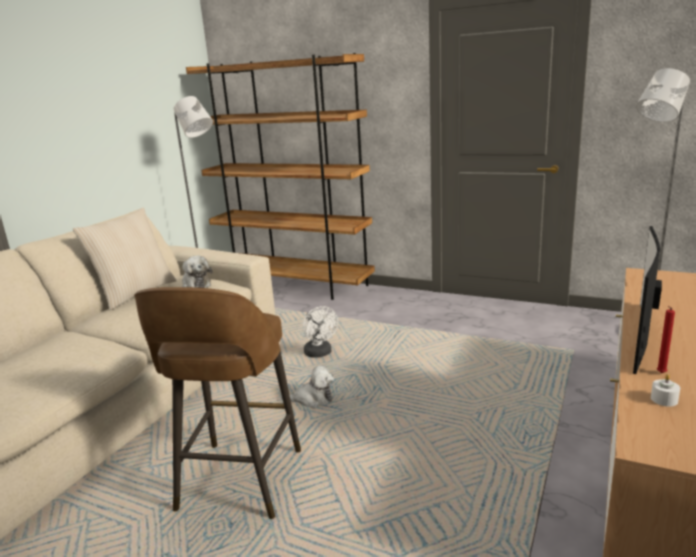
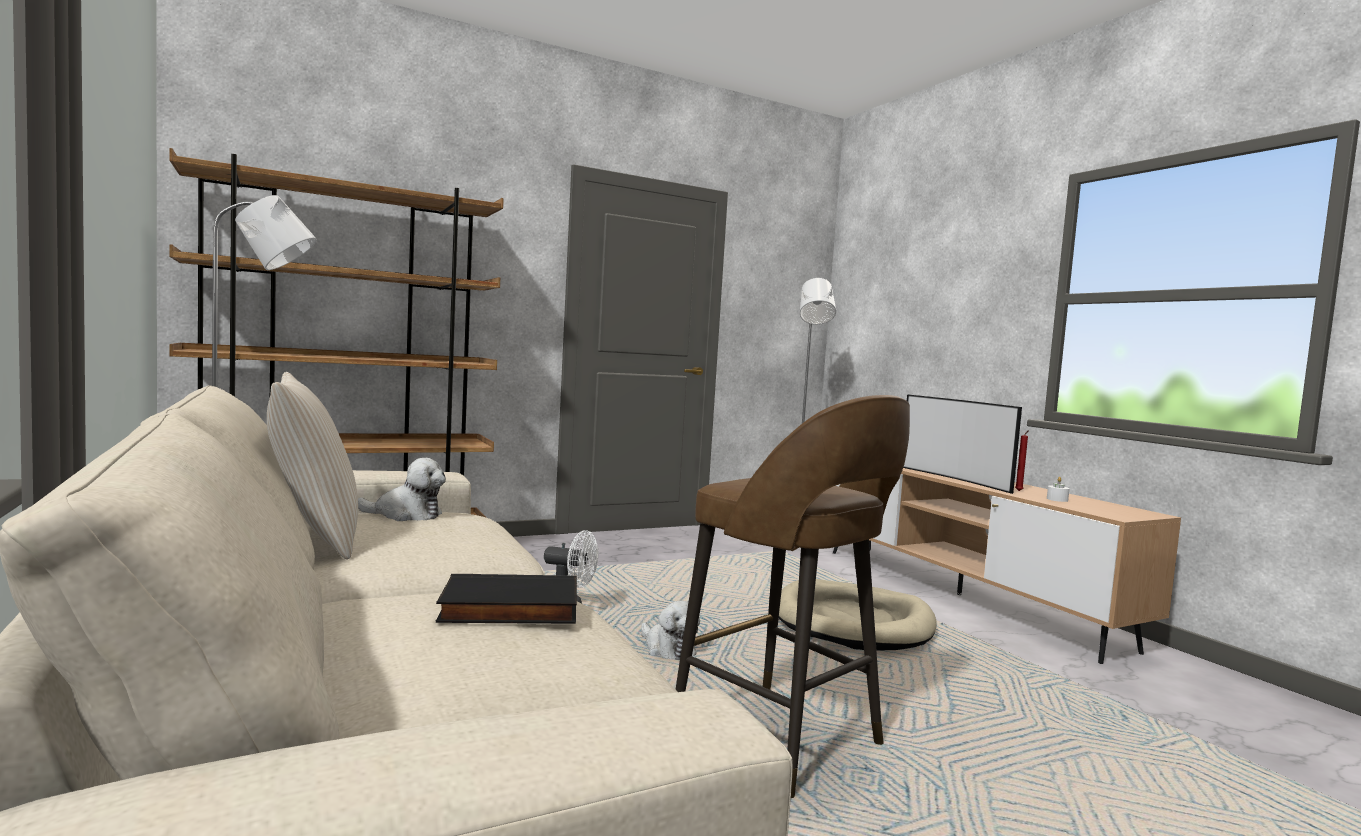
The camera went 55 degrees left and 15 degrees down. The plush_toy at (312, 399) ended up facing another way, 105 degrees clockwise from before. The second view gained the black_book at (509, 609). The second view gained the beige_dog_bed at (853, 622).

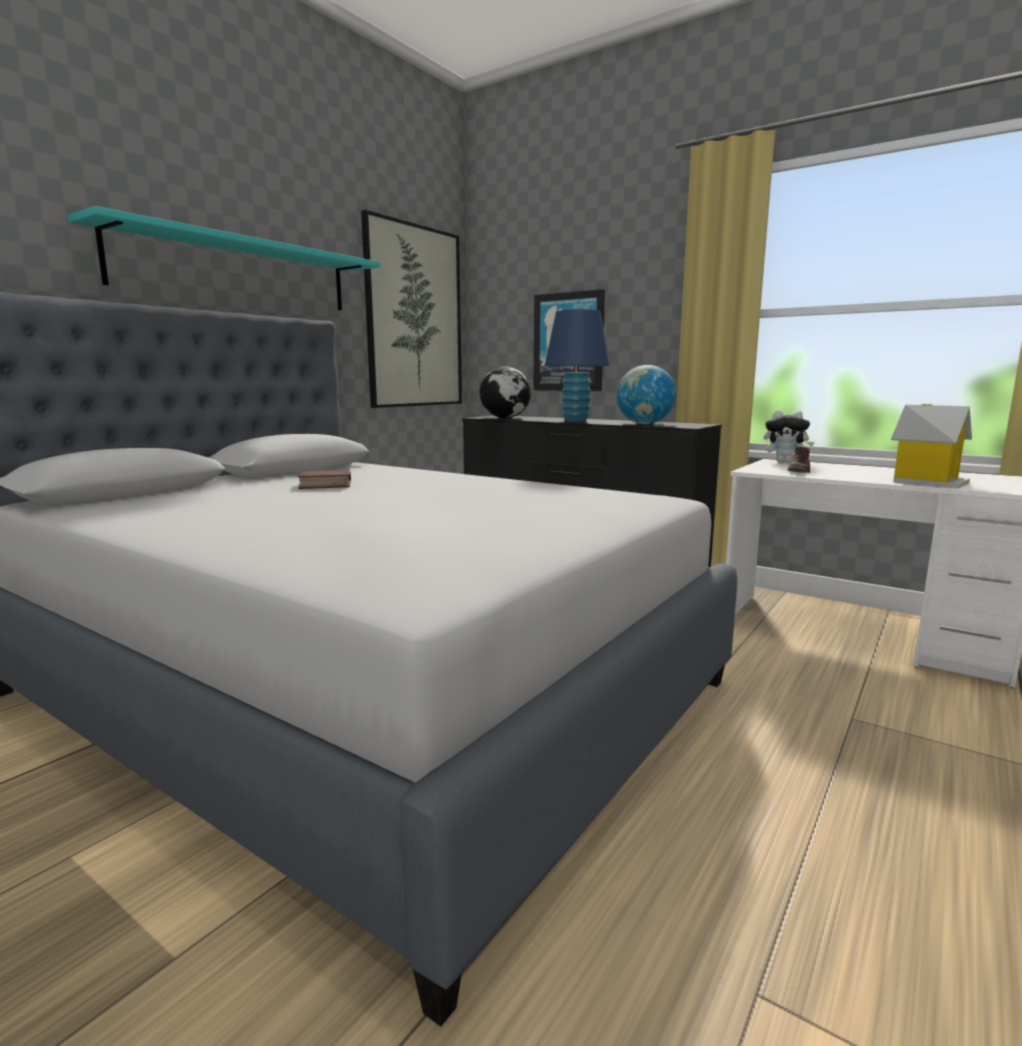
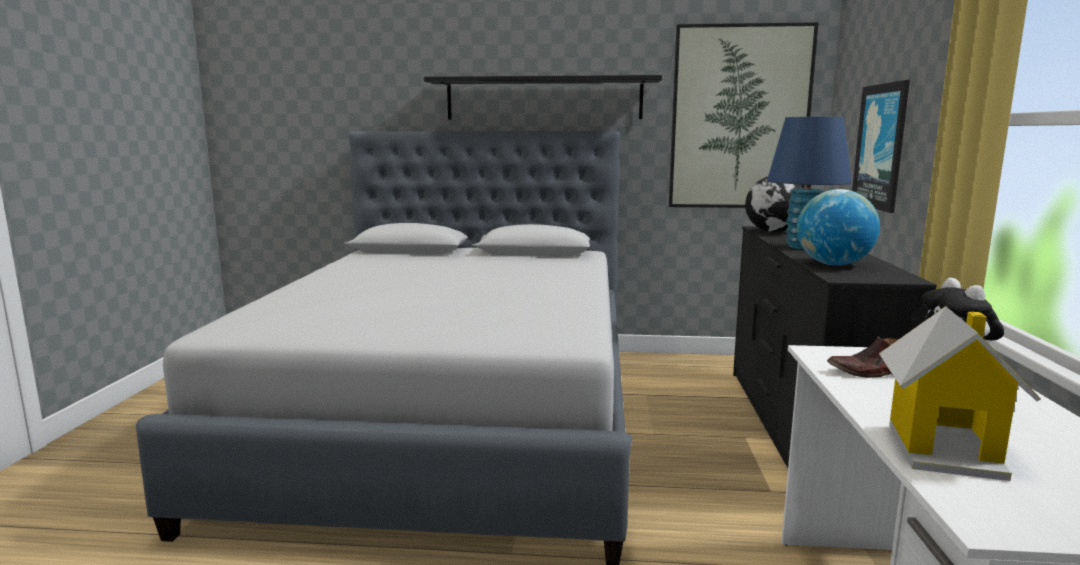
The camera went 60 degrees right and 0 degrees up. What was the turquoise_shelf at (238, 272) turned into the black_shelf at (544, 99). The second view lost the book at (324, 485).

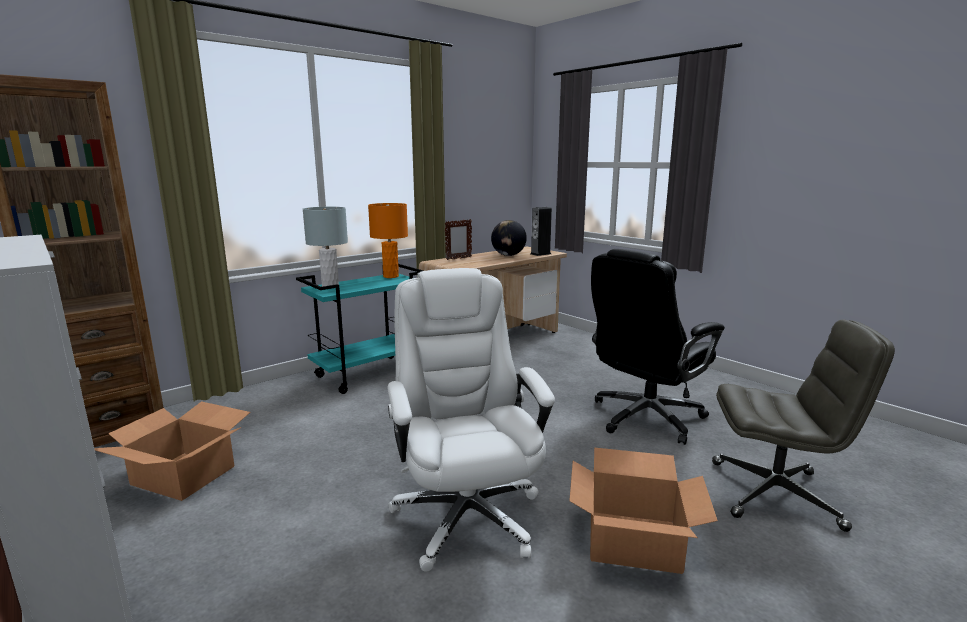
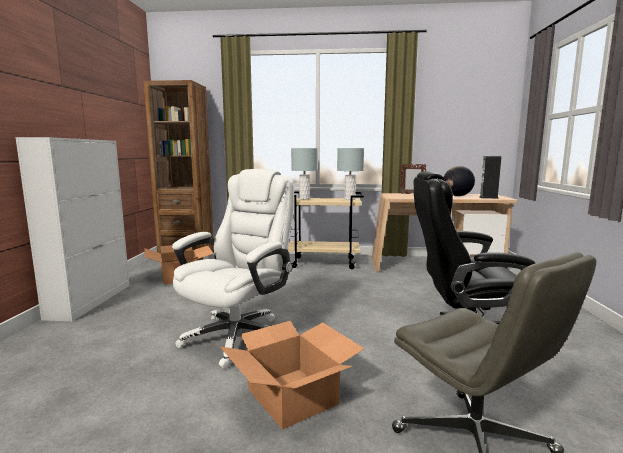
The camera went 45 degrees right and 5 degrees down. What was the orange_table_lamp at (391, 276) turned into the grey_table_lamp at (350, 199). What was the turquoise_cart at (369, 373) turned into the beige_cart at (324, 263).

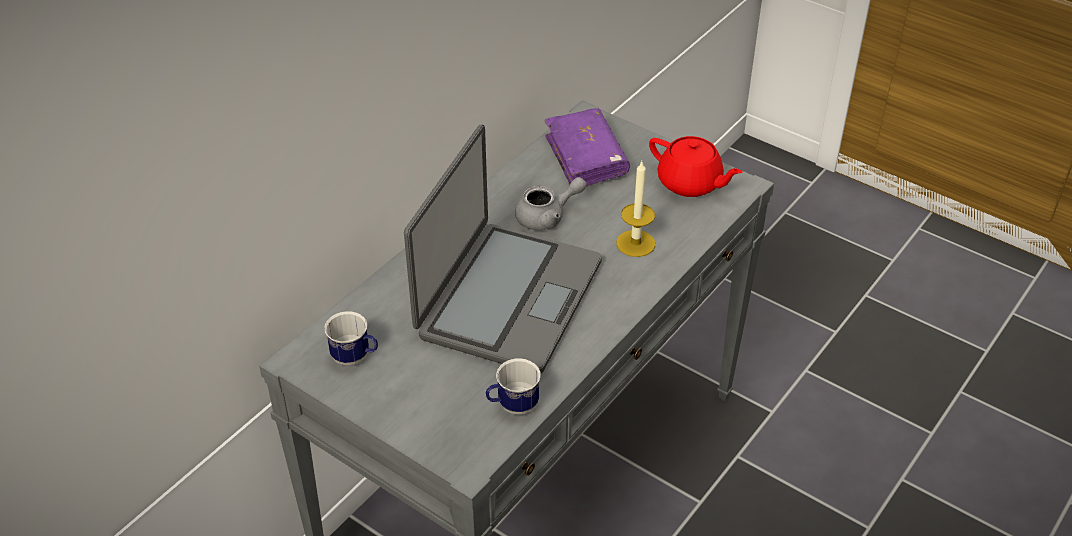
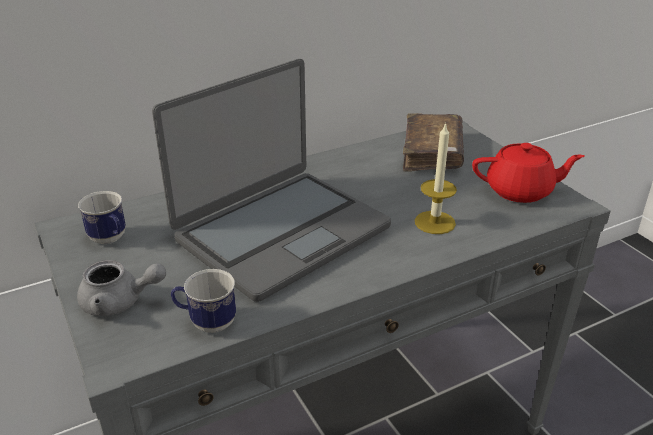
The camera went 25 degrees right and 10 degrees down. What was the purple_book at (586, 158) turned into the brown_book at (432, 153). The red_teapot at (690, 183) ended up facing another way, 60 degrees counterclockwise from before. The grey_teapot ended up elsewhere, having gone from (547, 217) to (120, 302).

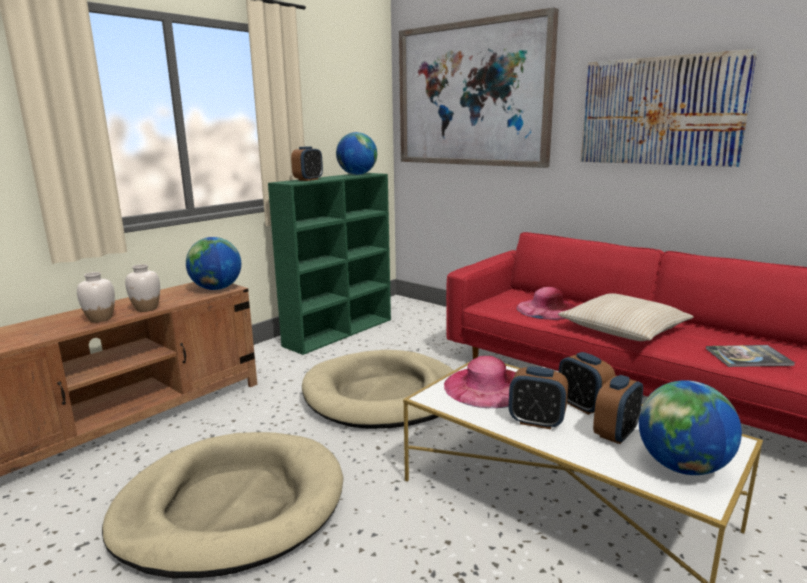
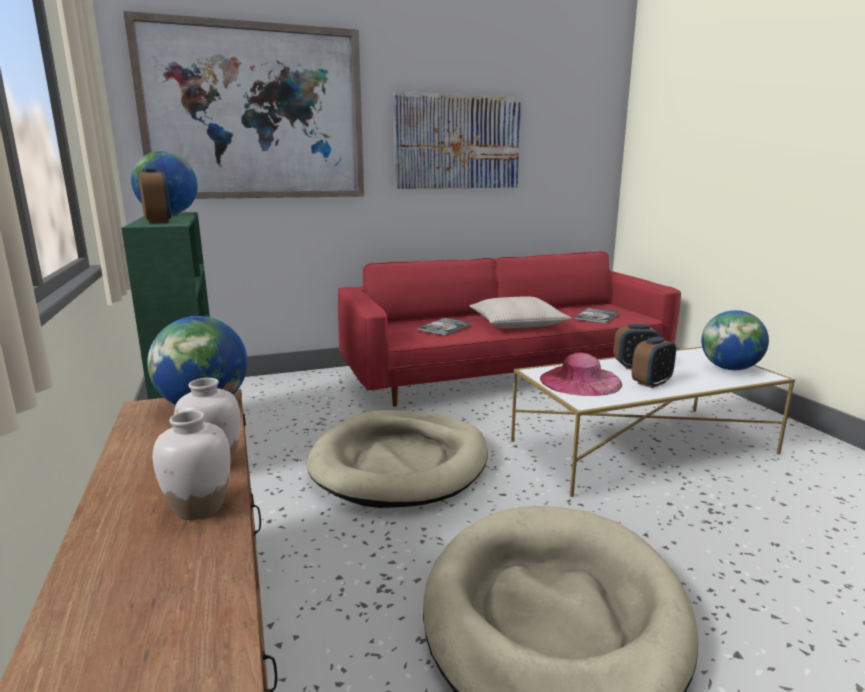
The camera went 60 degrees left and 0 degrees up. Where the pink_hat stood at (548, 309), the book came to stand at (445, 327). The second view lost the alarm_clock at (616, 434).

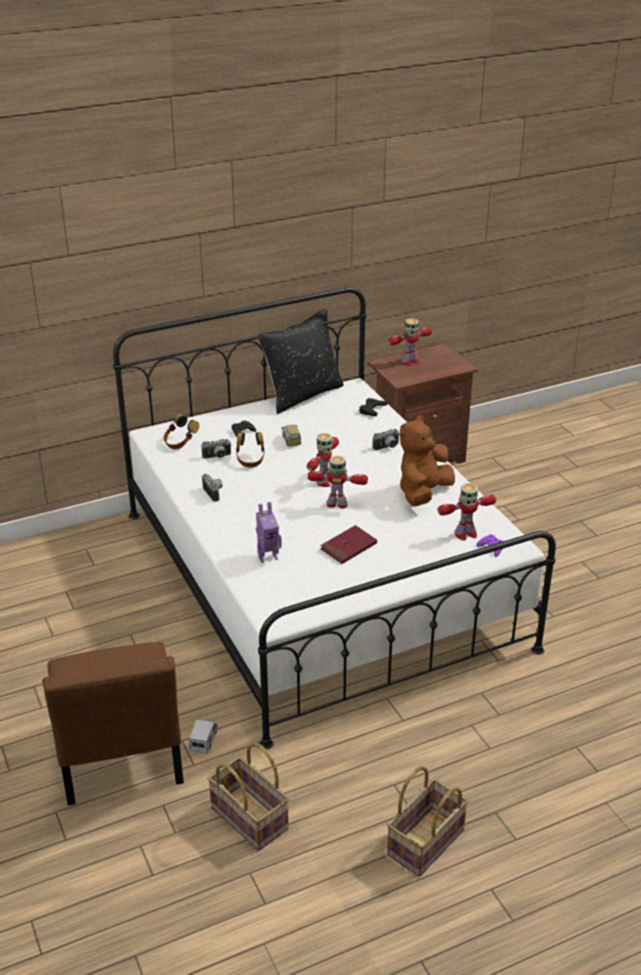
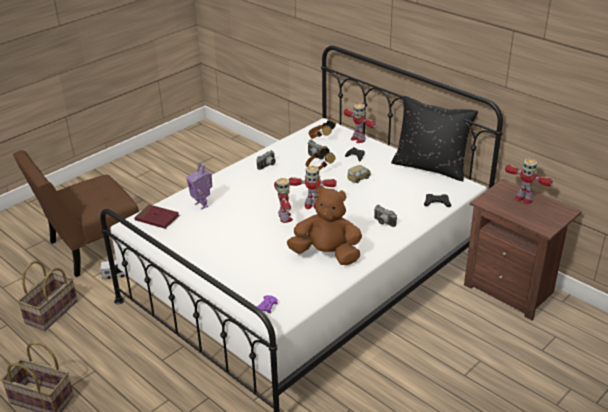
The camera went 70 degrees right and 0 degrees up. The toy_robot ended up elsewhere, having gone from (465, 534) to (358, 139). The red_book ended up elsewhere, having gone from (348, 547) to (157, 218).

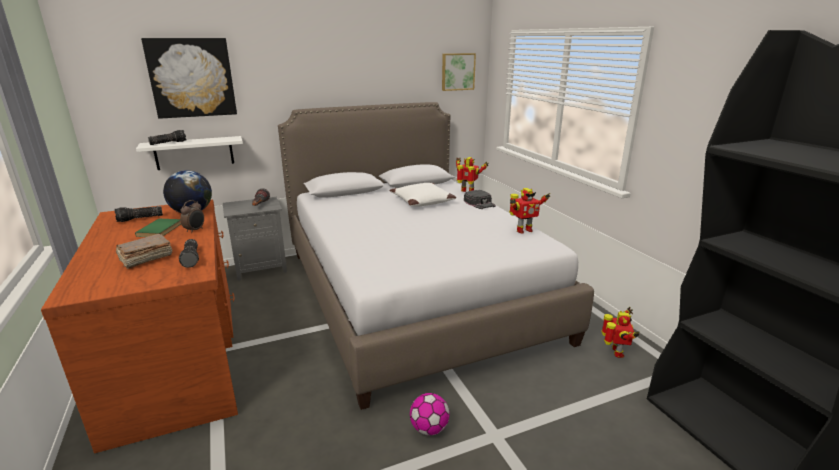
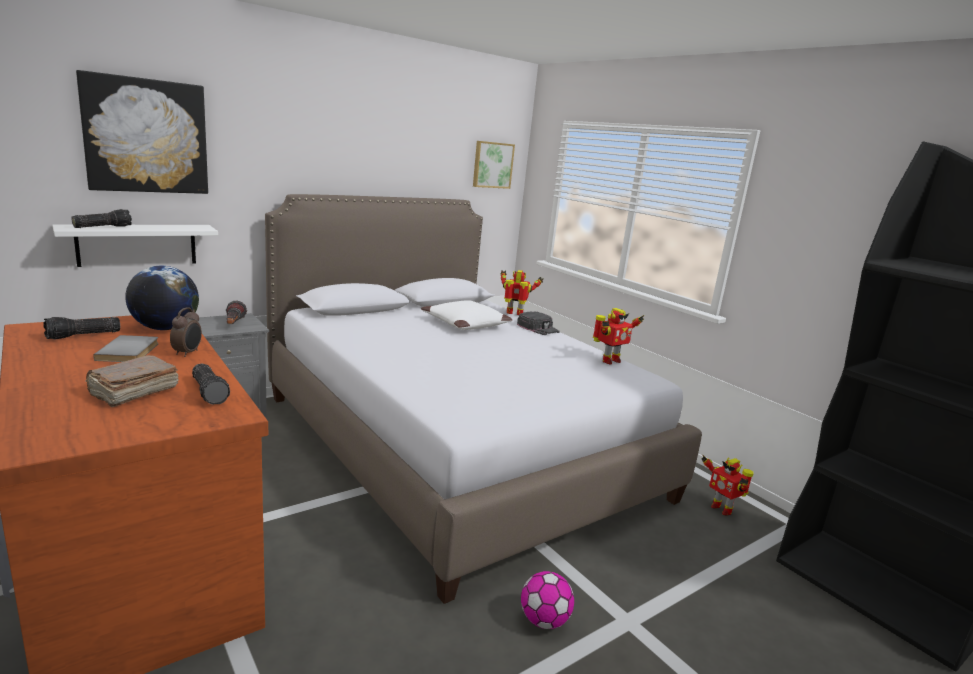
The camera went 15 degrees left and 5 degrees down. What was the green_book at (161, 229) turned into the grey_book at (130, 351). The toy_robot at (616, 352) ended up facing another way, 150 degrees clockwise from before.

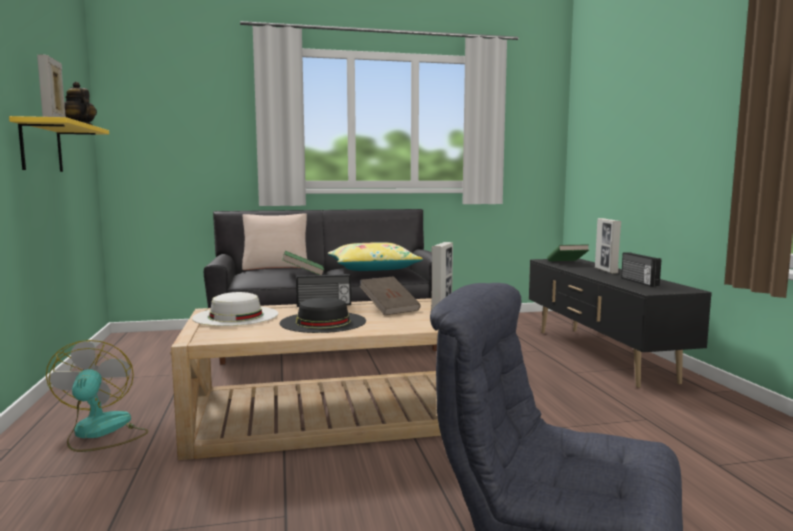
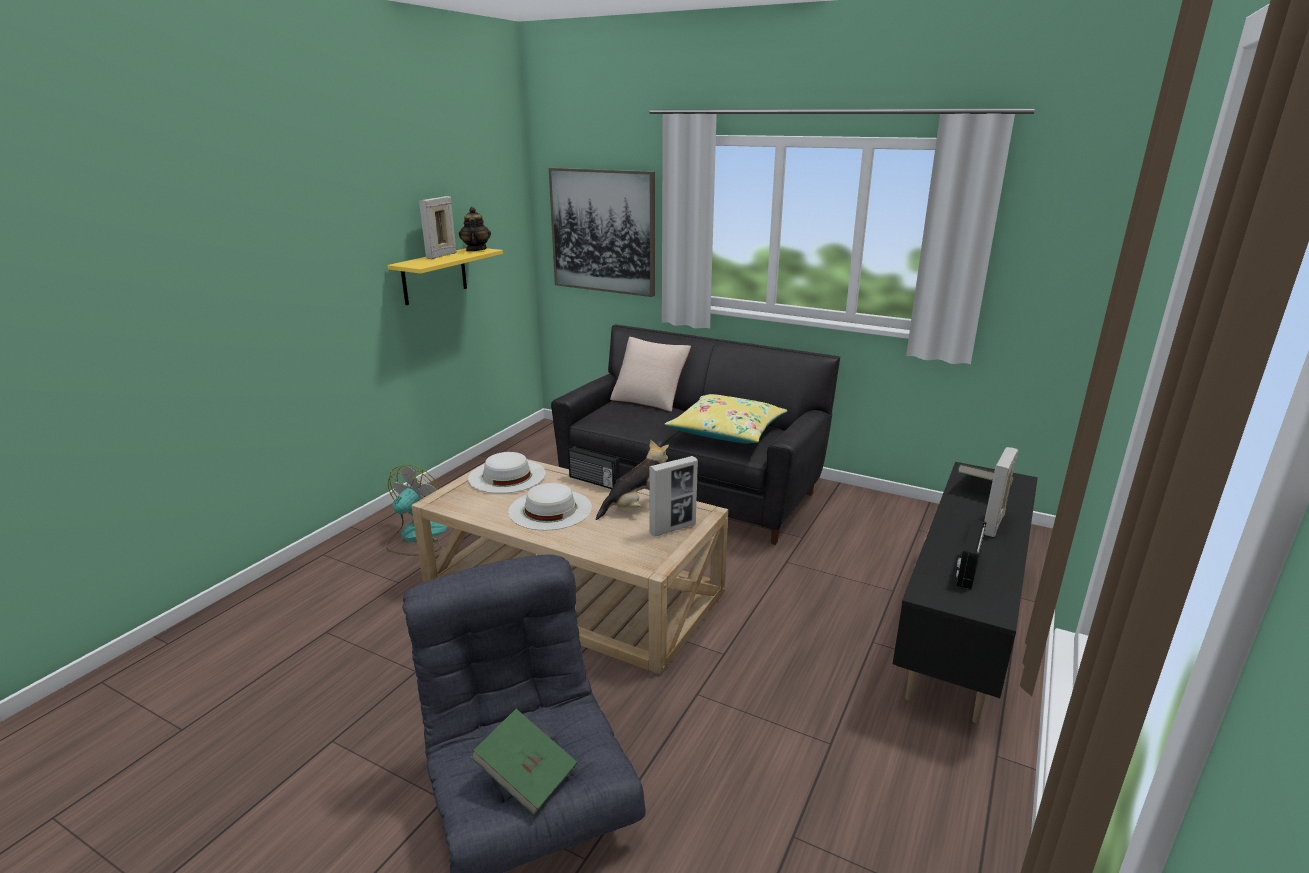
The camera went 40 degrees right and 15 degrees up. The green_book ended up elsewhere, having gone from (303, 274) to (526, 776). Where the brown_book stood at (389, 308), the plush_toy came to stand at (636, 508). What was the black_hat at (323, 322) turned into the white_hat at (550, 509). The second view gained the picture at (603, 231).

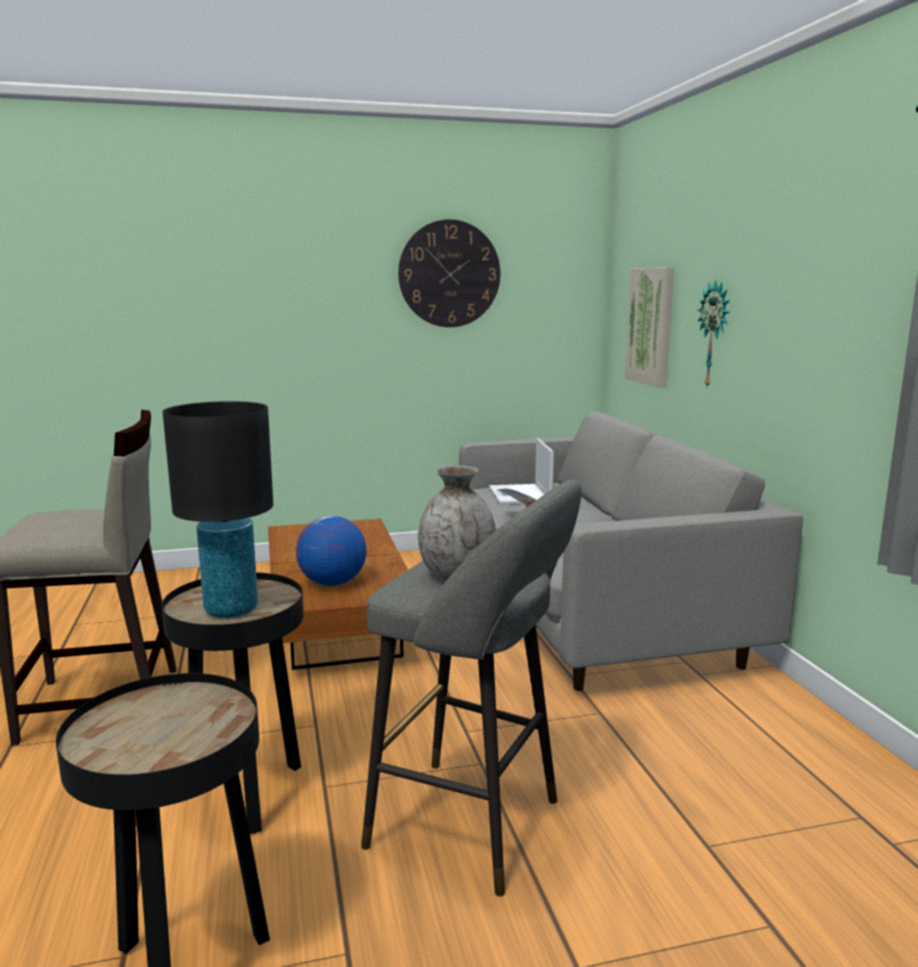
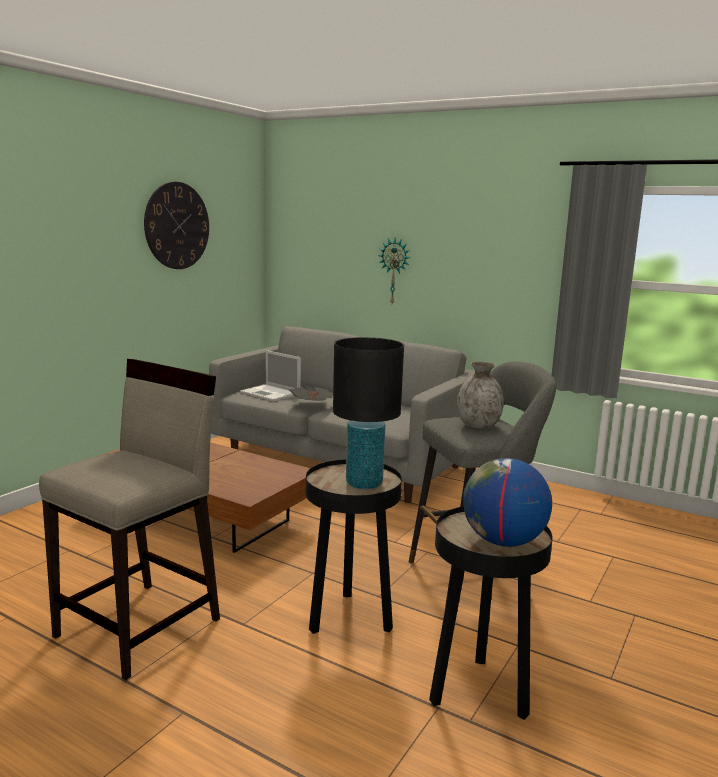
The camera went 45 degrees left and 0 degrees up. The second view lost the picture at (651, 326). The globe ended up elsewhere, having gone from (332, 583) to (503, 541).

